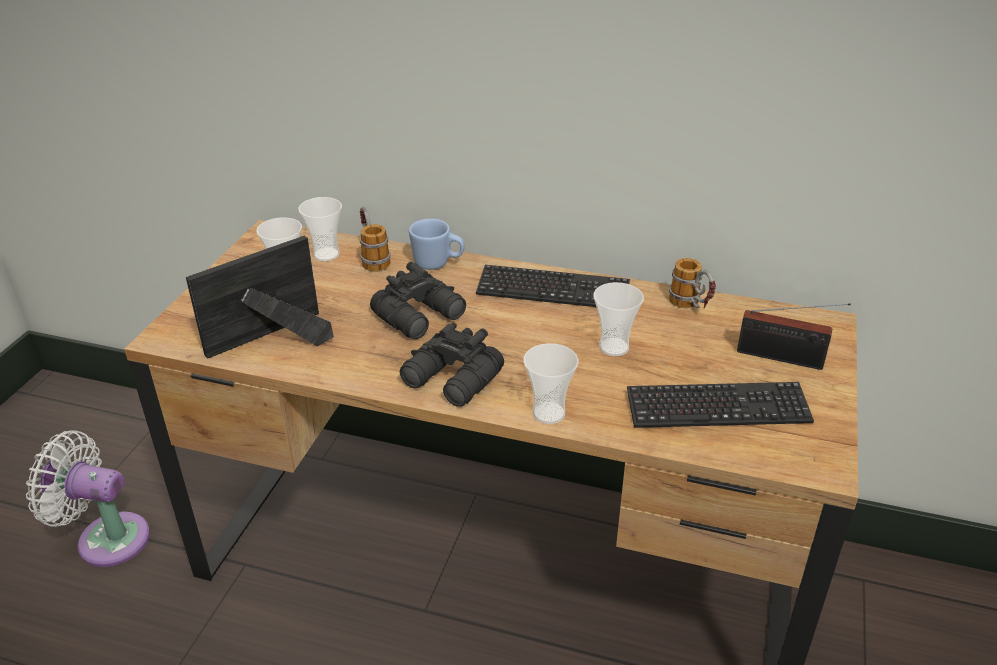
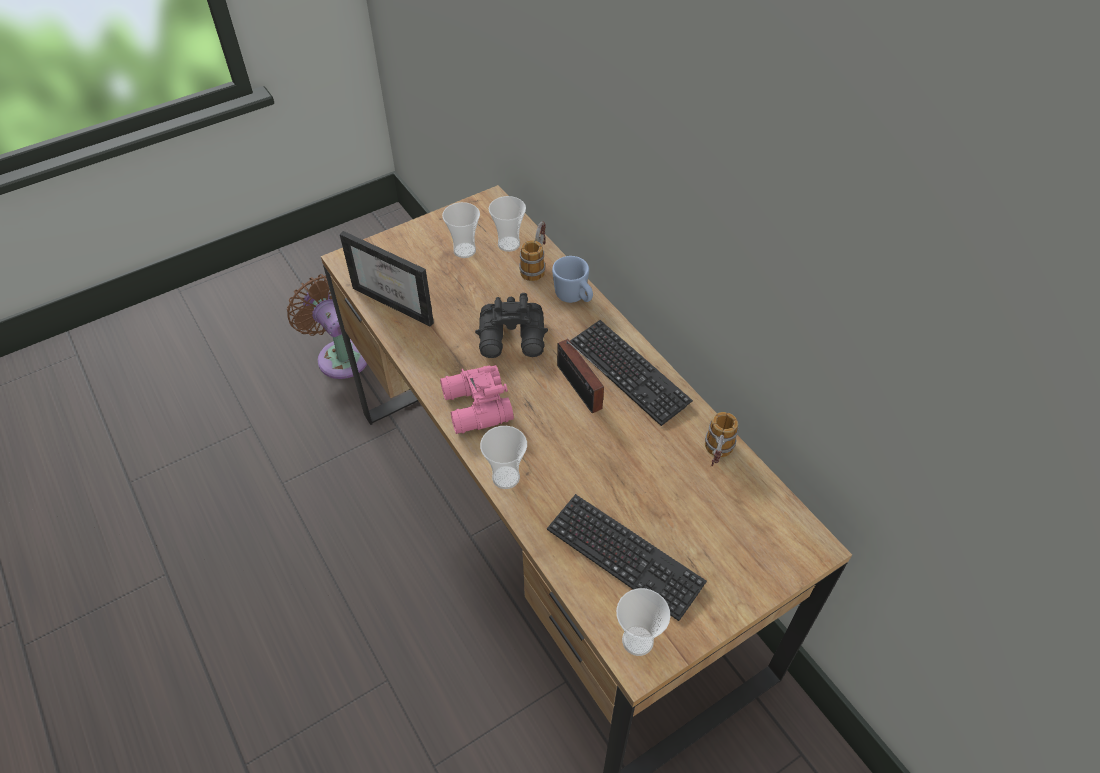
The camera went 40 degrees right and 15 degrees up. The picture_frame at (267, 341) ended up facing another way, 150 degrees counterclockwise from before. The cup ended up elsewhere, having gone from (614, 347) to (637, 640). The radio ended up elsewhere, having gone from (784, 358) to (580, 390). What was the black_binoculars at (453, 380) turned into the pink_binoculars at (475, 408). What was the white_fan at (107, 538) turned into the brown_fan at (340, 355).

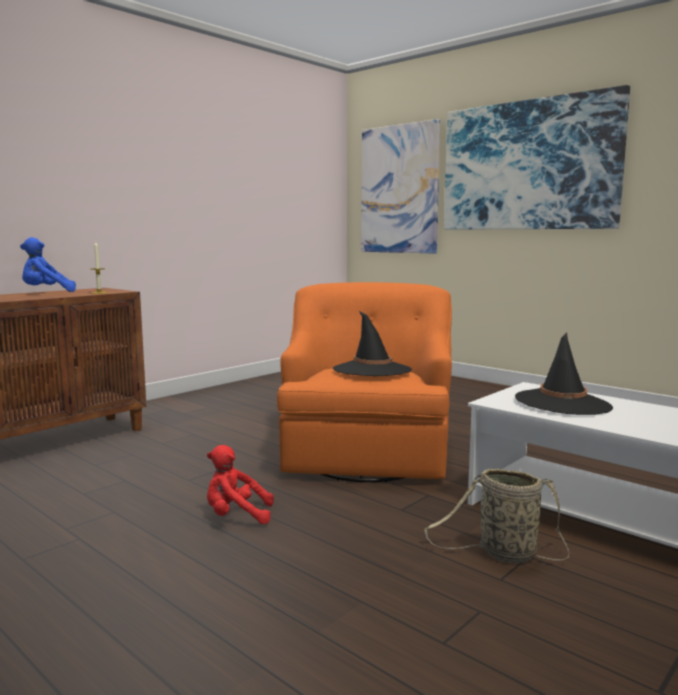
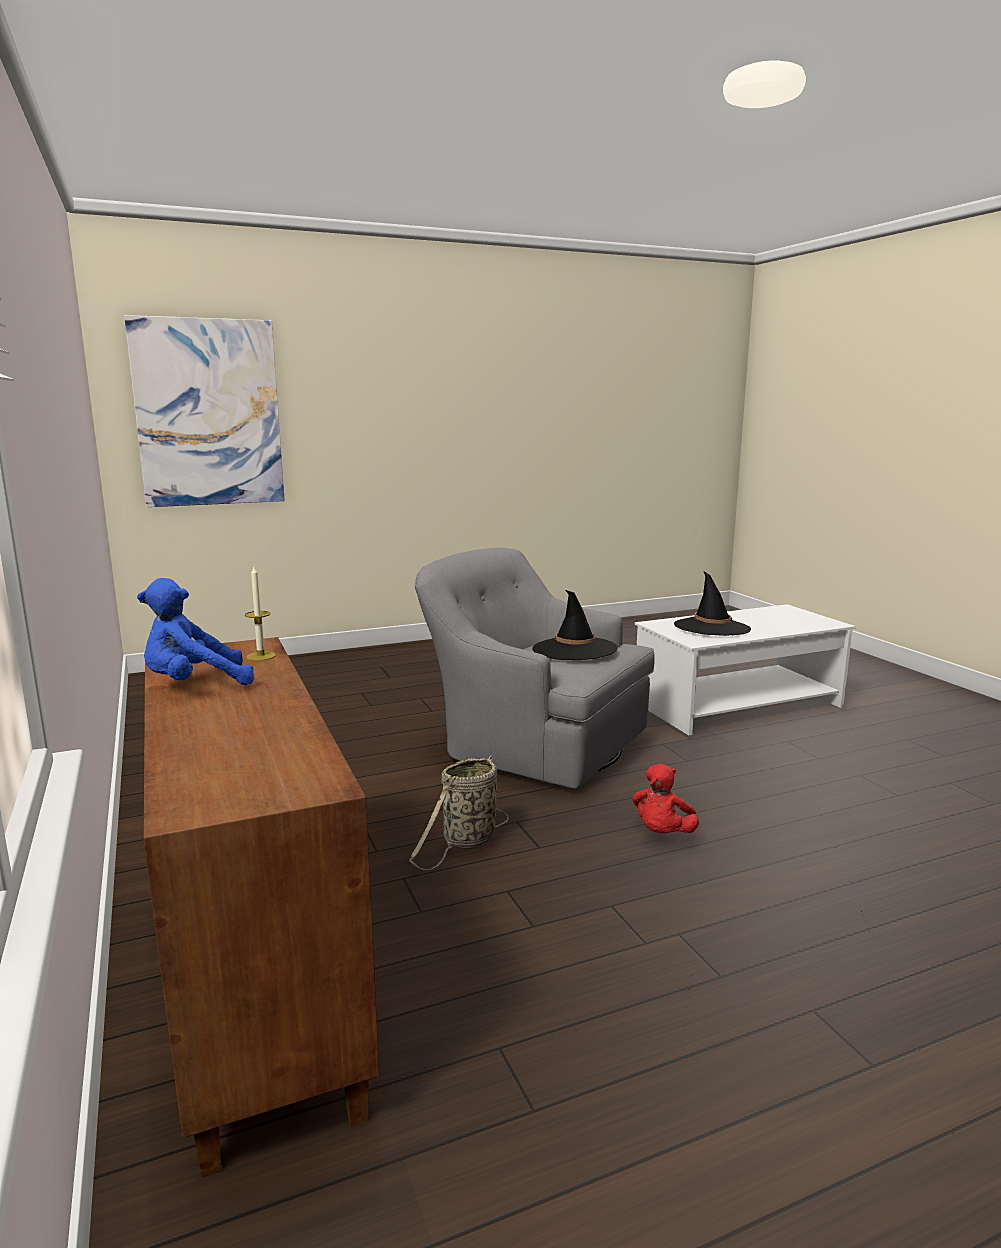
The camera went 65 degrees left and 5 degrees up. The second view lost the picture at (528, 166). The blue_plush_toy at (47, 293) ended up facing another way, 60 degrees clockwise from before. What was the orange_armchair at (367, 451) turned into the grey_armchair at (531, 742). The basket ended up elsewhere, having gone from (503, 554) to (467, 843).

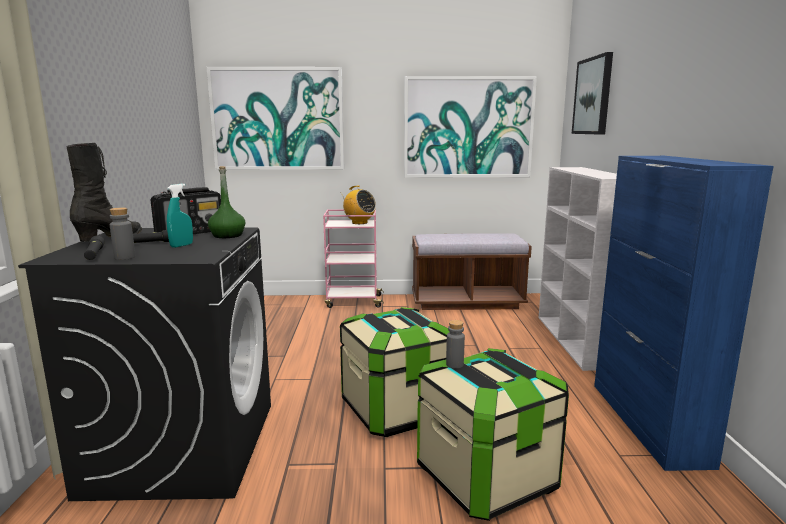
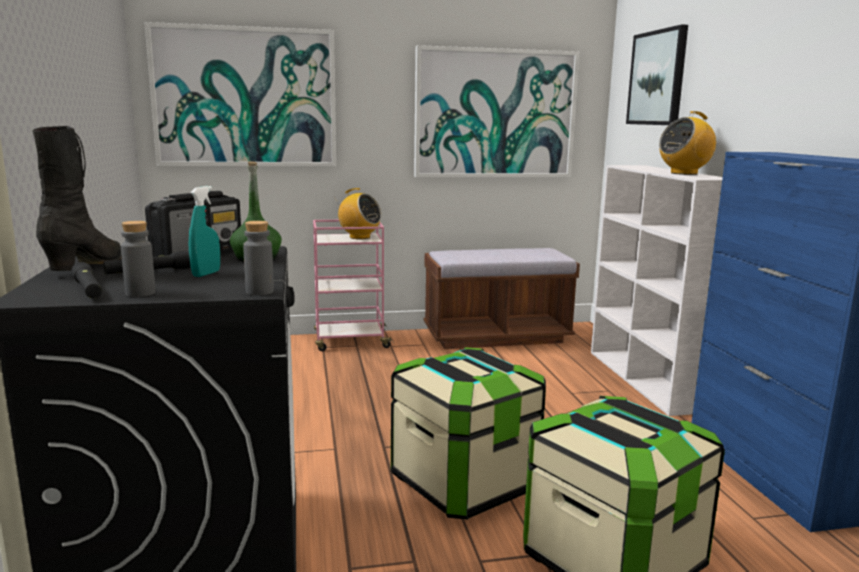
The camera went 10 degrees left and 0 degrees up. The grey_bottle ended up elsewhere, having gone from (454, 364) to (259, 292). The second view gained the radio at (684, 173).

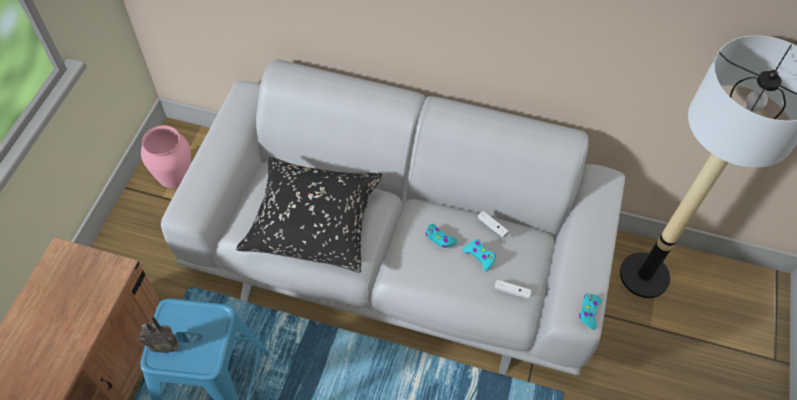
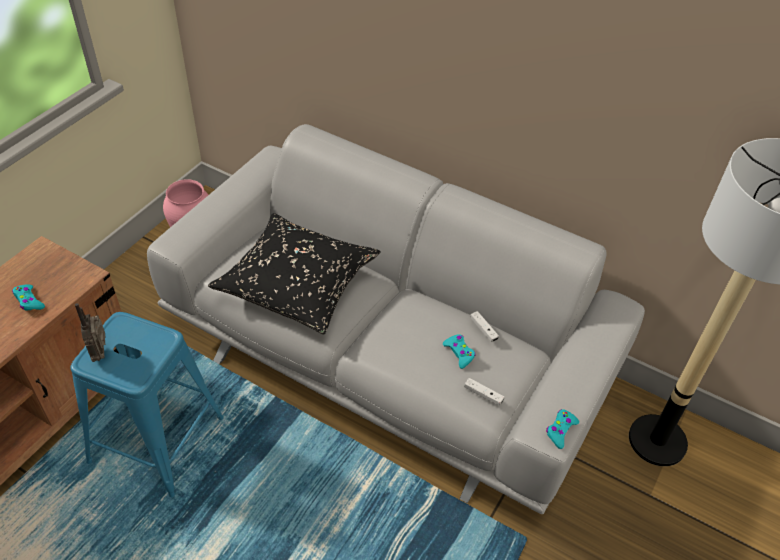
The camera went 15 degrees right and 10 degrees down. The turquoise_game_controller ended up elsewhere, having gone from (439, 238) to (29, 301). The radio at (164, 346) ended up facing another way, 60 degrees clockwise from before.

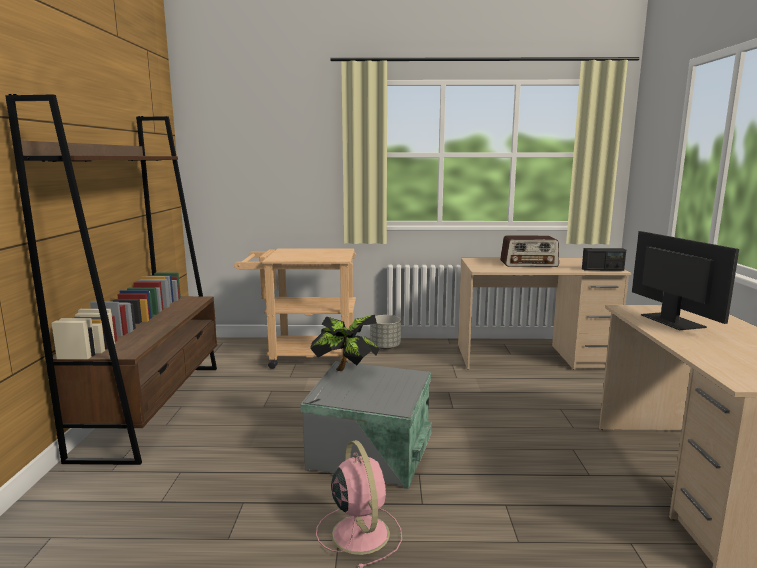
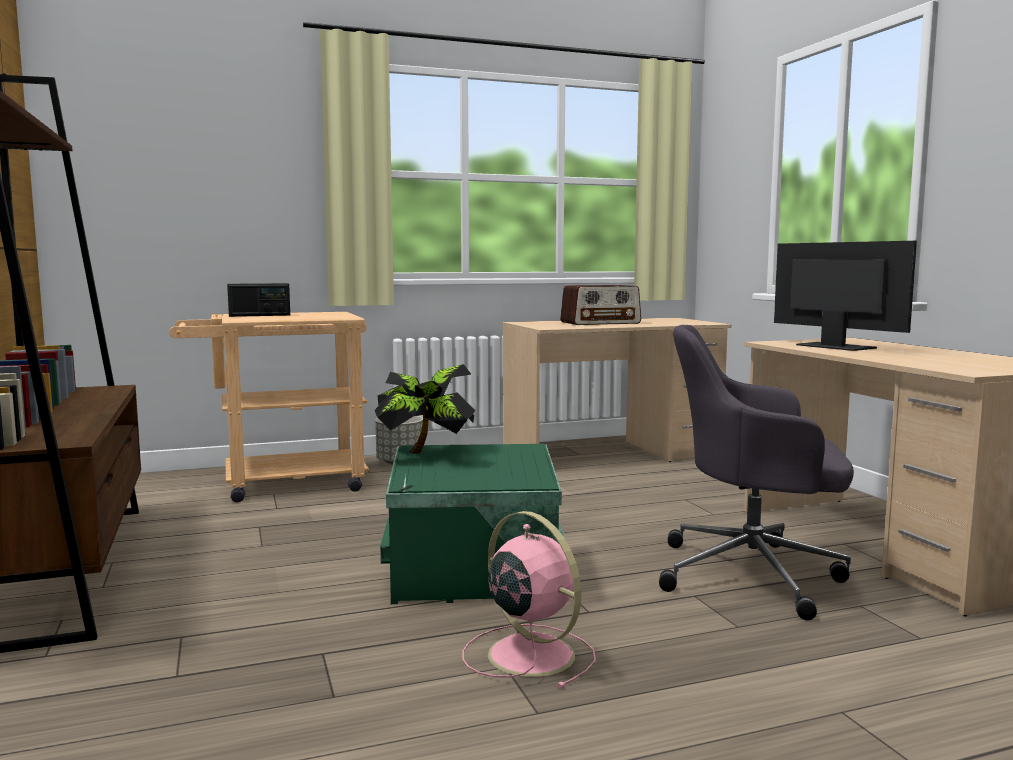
The camera went 20 degrees left and 5 degrees down. The radio ended up elsewhere, having gone from (602, 269) to (259, 315). What was the grey_storage_box at (370, 456) turned into the green_storage_box at (475, 576). The second view gained the grey_office_chair at (754, 574).

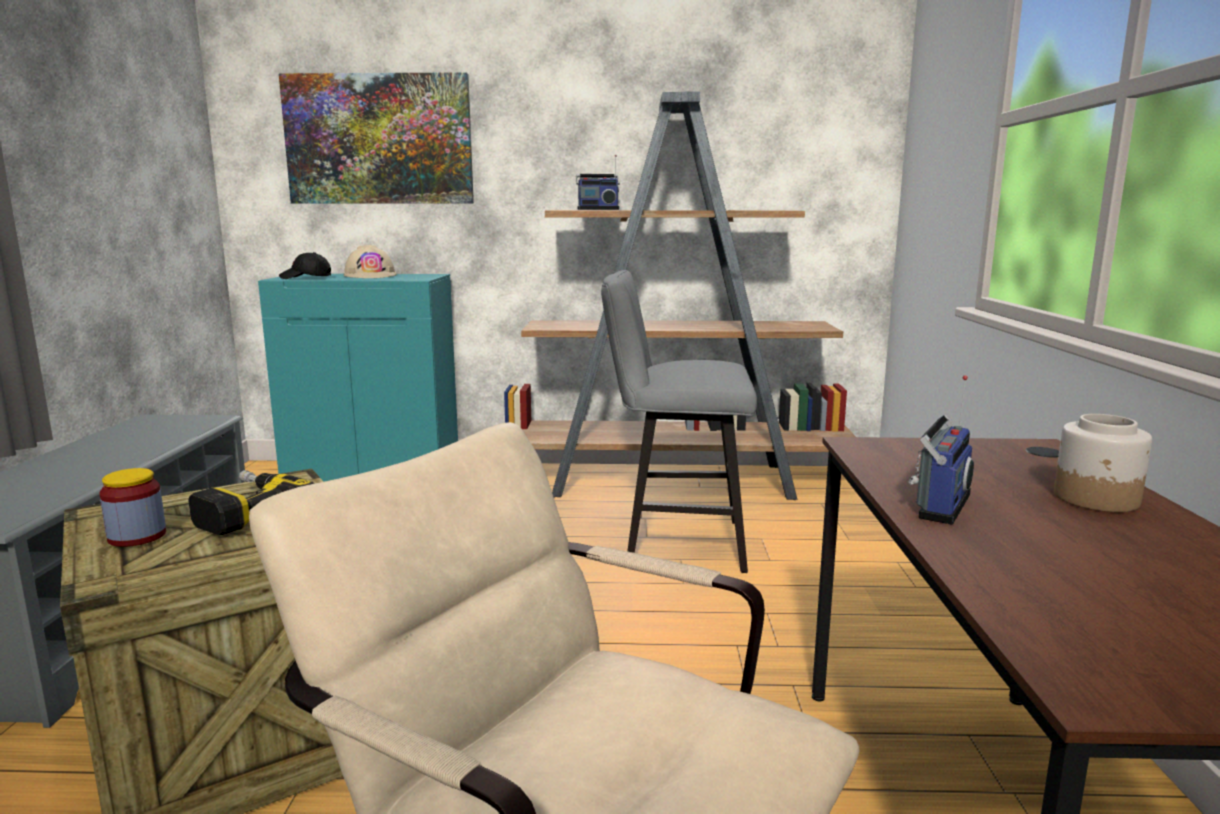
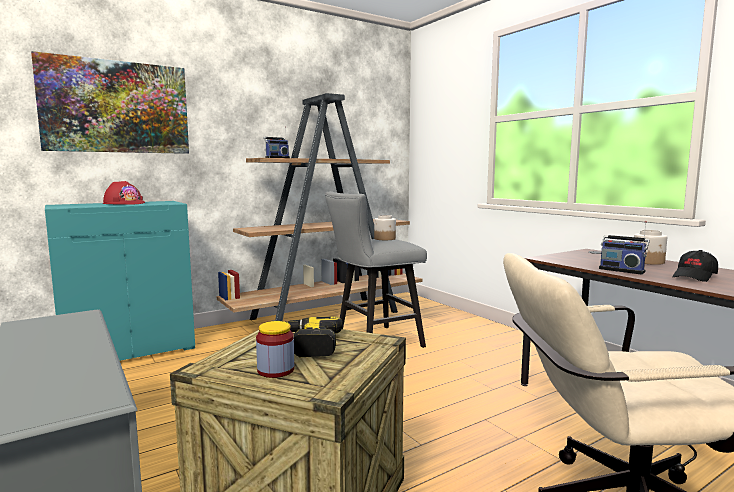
The camera went 35 degrees left and 5 degrees down. What was the beige_hard_hat at (370, 276) turned into the red_hard_hat at (124, 203). The black_cap ended up elsewhere, having gone from (306, 278) to (695, 277). The radio at (938, 505) ended up facing another way, 135 degrees clockwise from before. The second view gained the jar at (385, 239).

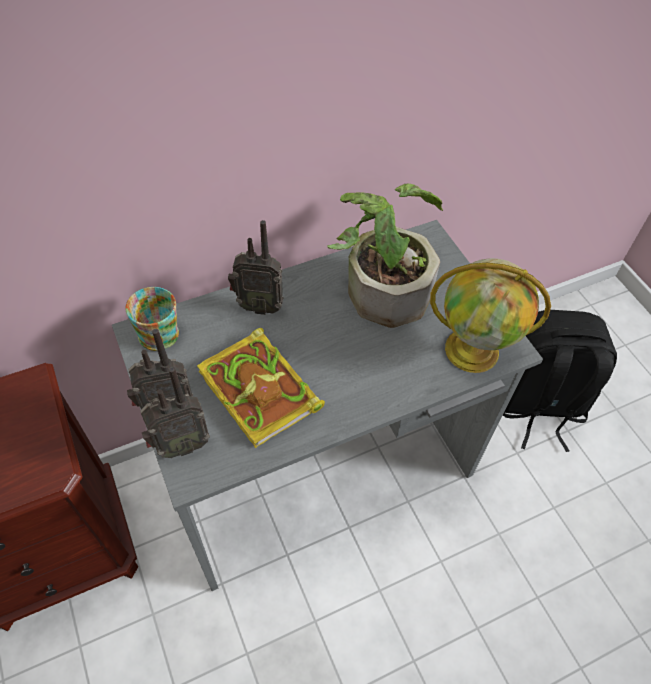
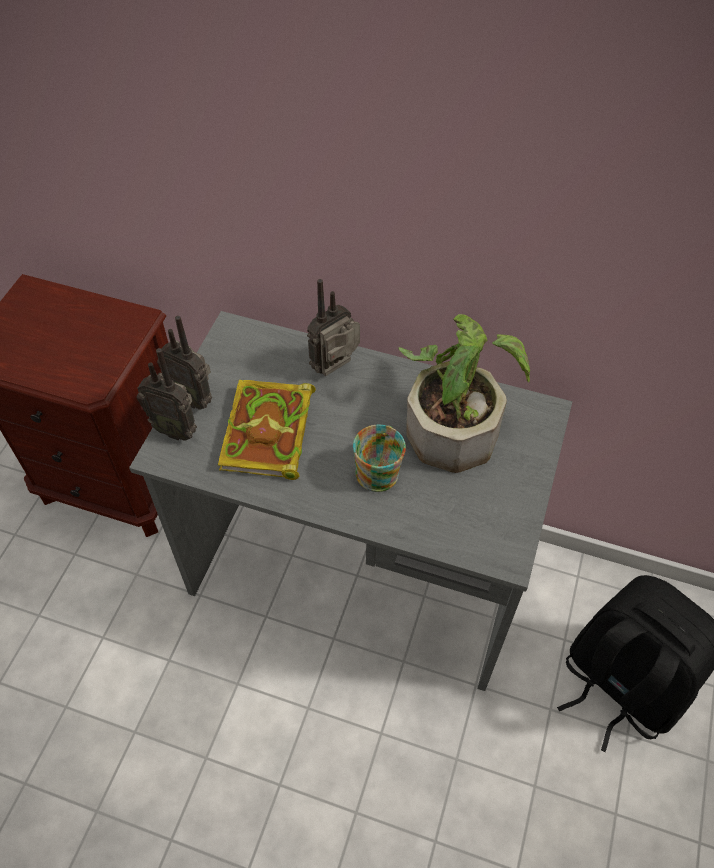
The camera went 45 degrees right and 0 degrees up. The radio at (259, 305) ended up facing another way, 90 degrees clockwise from before. The second view lost the globe at (473, 350). The mug ended up elsewhere, having gone from (158, 330) to (380, 469).

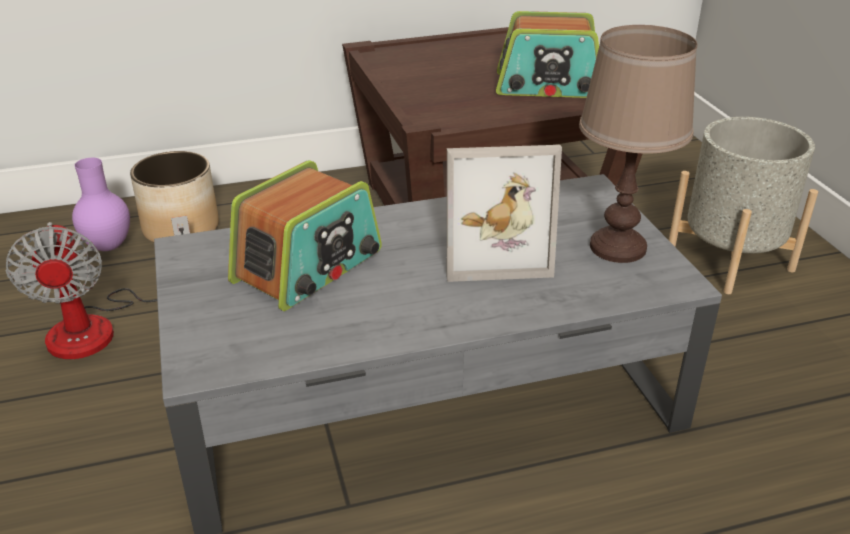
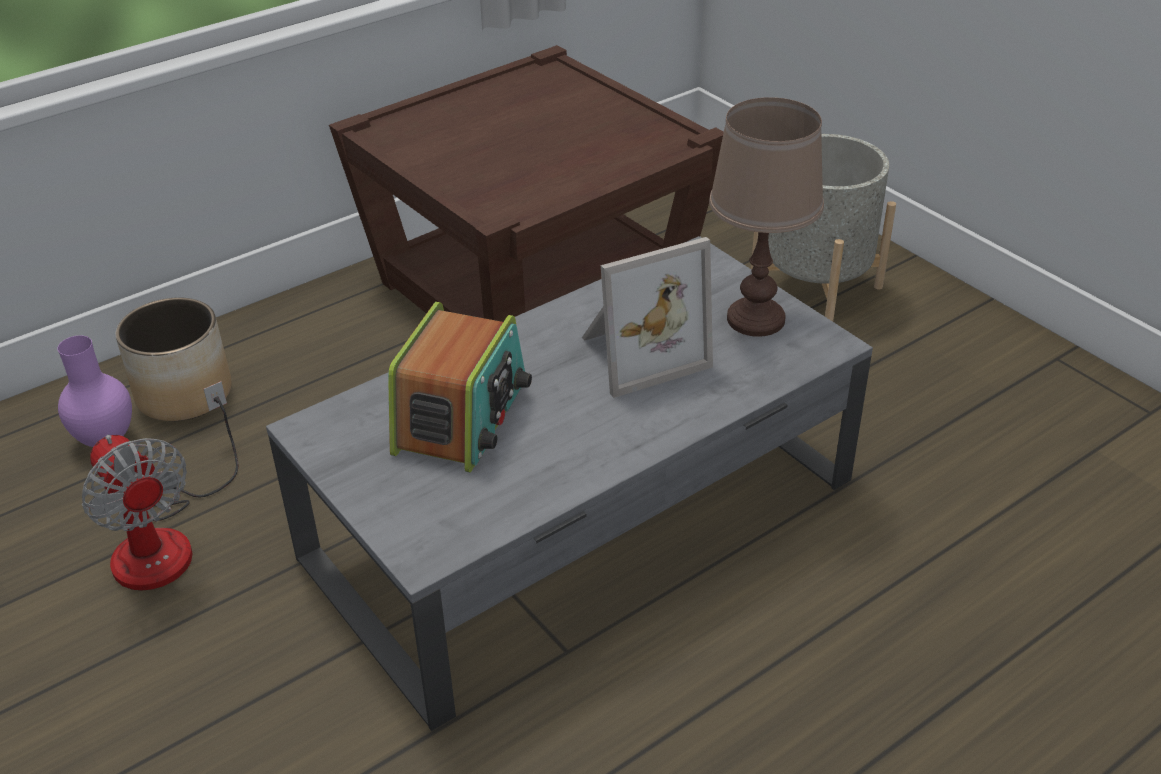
The camera went 20 degrees left and 5 degrees up. The second view lost the radio at (548, 86).

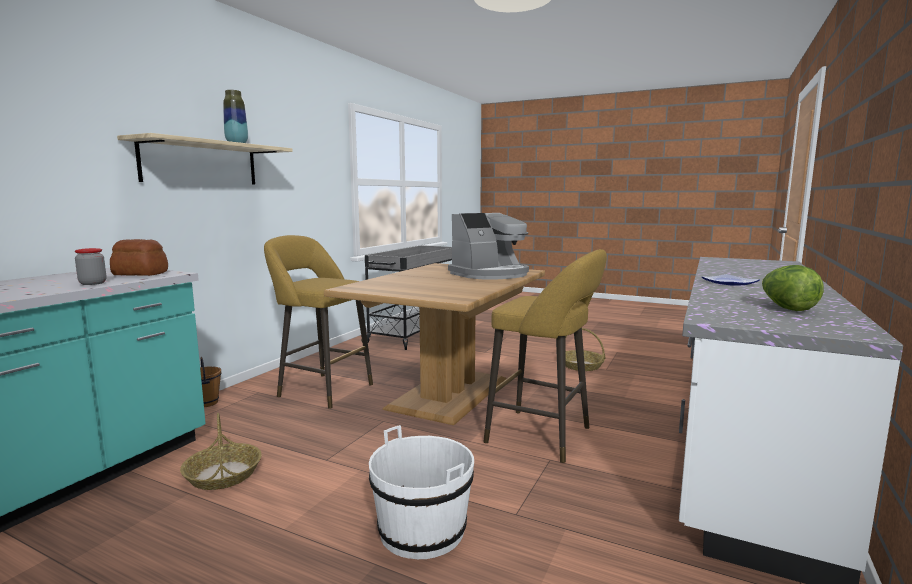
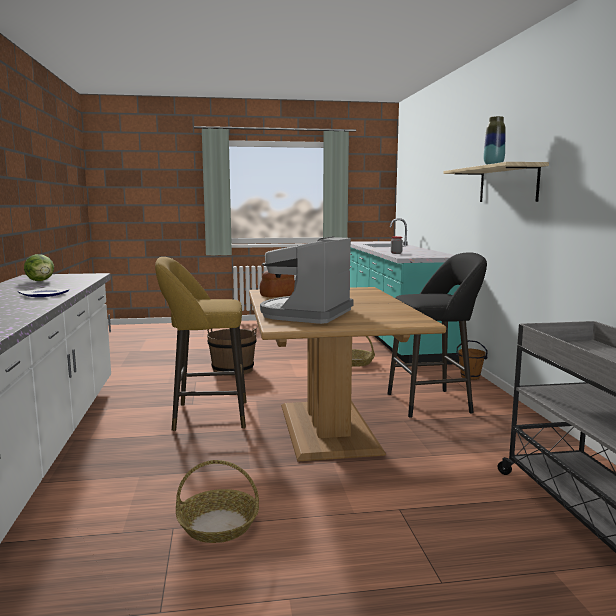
The camera went 145 degrees right and 0 degrees up. What was the yellow_stool at (321, 389) turned into the black_stool at (433, 403). The bread ended up elsewhere, having gone from (140, 274) to (277, 295). What was the white_bucket at (422, 531) turned into the brown_bucket at (232, 370).

